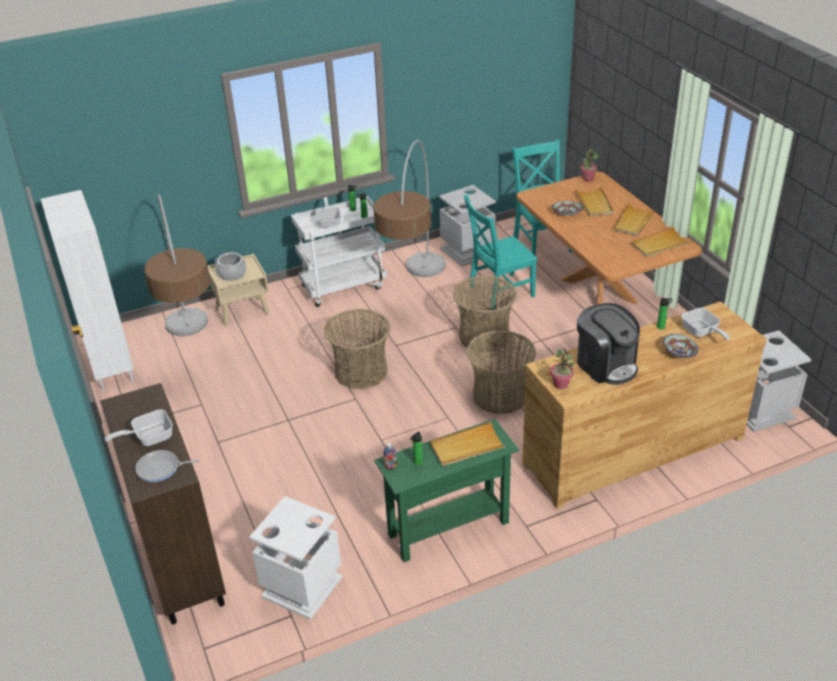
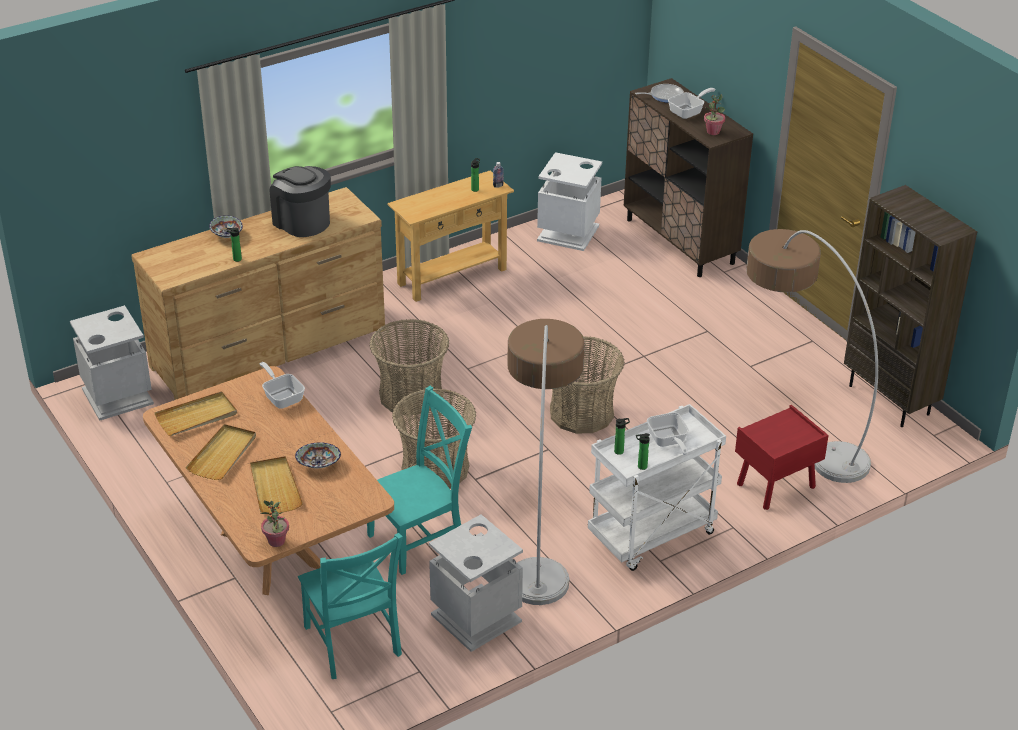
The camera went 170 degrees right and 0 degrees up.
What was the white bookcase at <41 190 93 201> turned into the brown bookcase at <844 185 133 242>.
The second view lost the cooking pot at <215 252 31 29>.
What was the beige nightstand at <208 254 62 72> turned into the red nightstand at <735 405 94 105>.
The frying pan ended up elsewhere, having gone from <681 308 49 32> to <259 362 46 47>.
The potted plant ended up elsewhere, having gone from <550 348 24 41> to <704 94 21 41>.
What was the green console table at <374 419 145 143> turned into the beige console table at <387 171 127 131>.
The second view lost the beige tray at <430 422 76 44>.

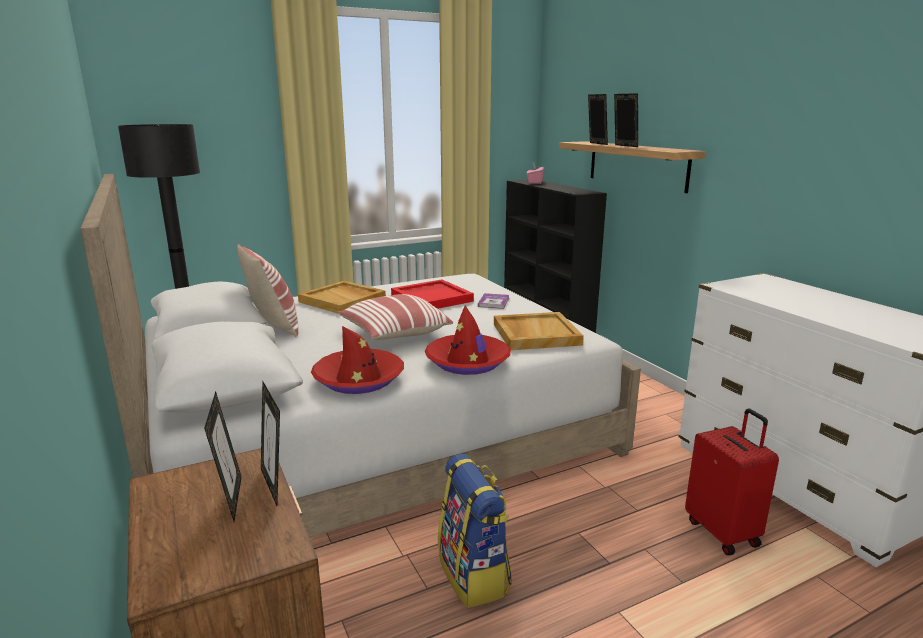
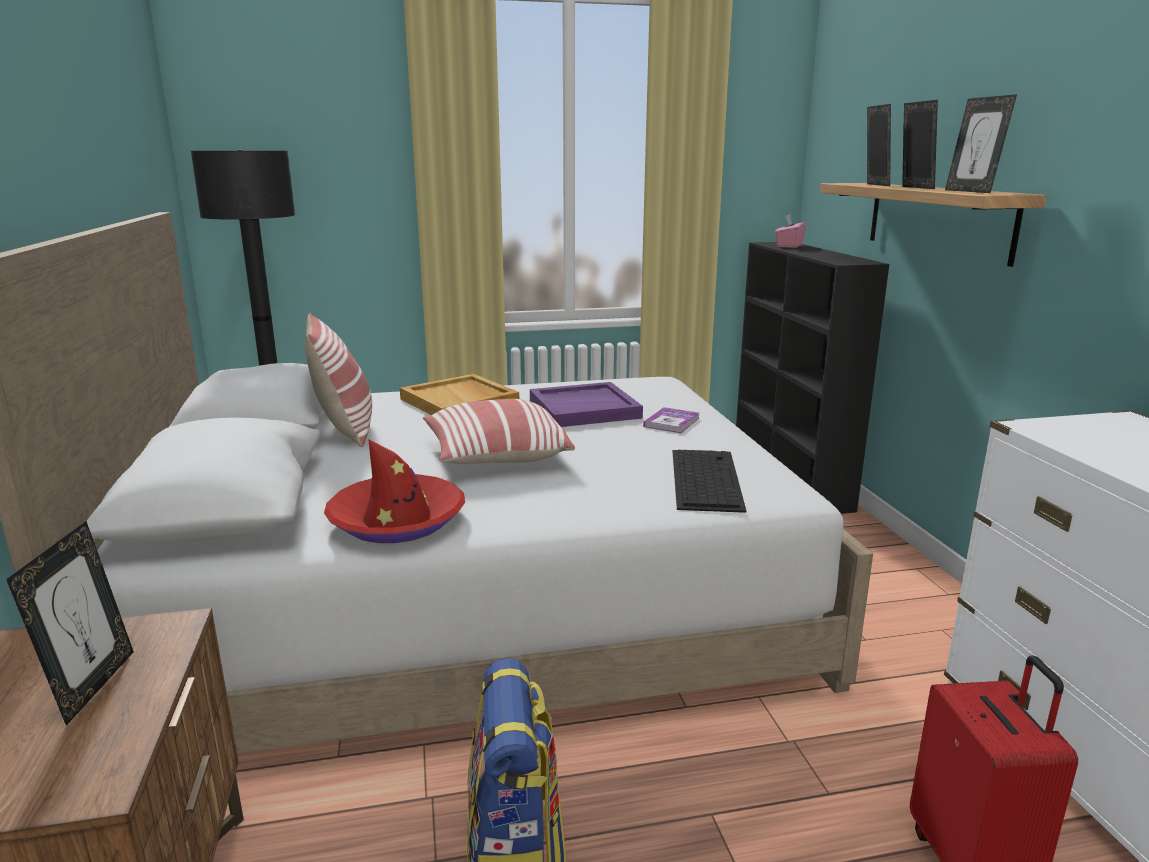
The camera went 15 degrees right and 0 degrees up.
What was the red tray at <391 279 83 30> turned into the purple tray at <530 382 113 45>.
The second view lost the red hat at <425 305 86 70>.
Where the beige tray stood at <494 312 90 38>, the keyboard came to stand at <673 450 73 63>.
The picture frame ended up elsewhere, having gone from <261 380 19 126> to <945 94 72 99>.

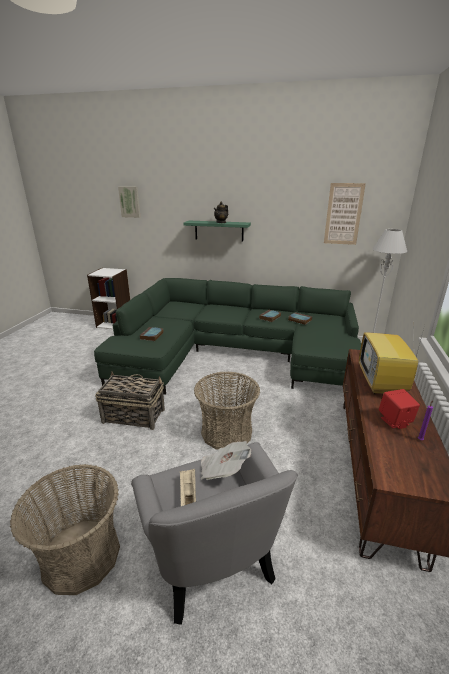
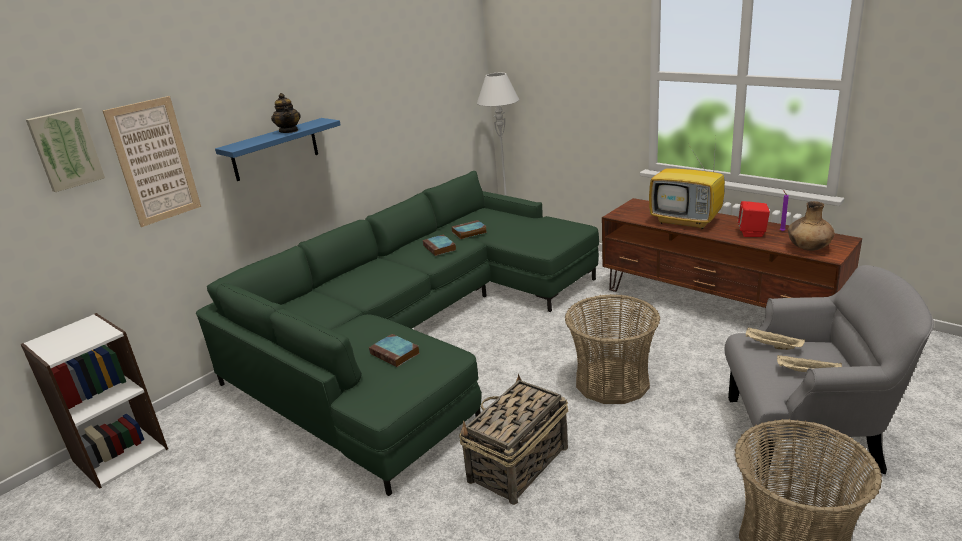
The camera went 60 degrees left and 0 degrees up.
The picture ended up elsewhere, having gone from <324 183 42 62> to <103 96 98 131>.
What was the green shelf at <184 221 67 21> turned into the blue shelf at <215 118 125 63>.
Where the newspaper stood at <201 441 50 39>, the beige tray came to stand at <745 327 60 23>.
The second view gained the brown vase at <788 201 47 50>.

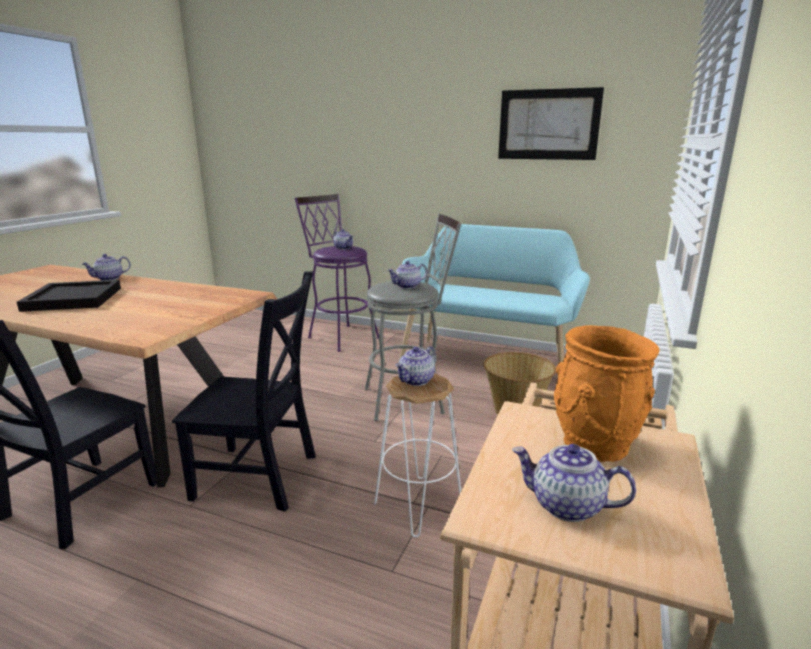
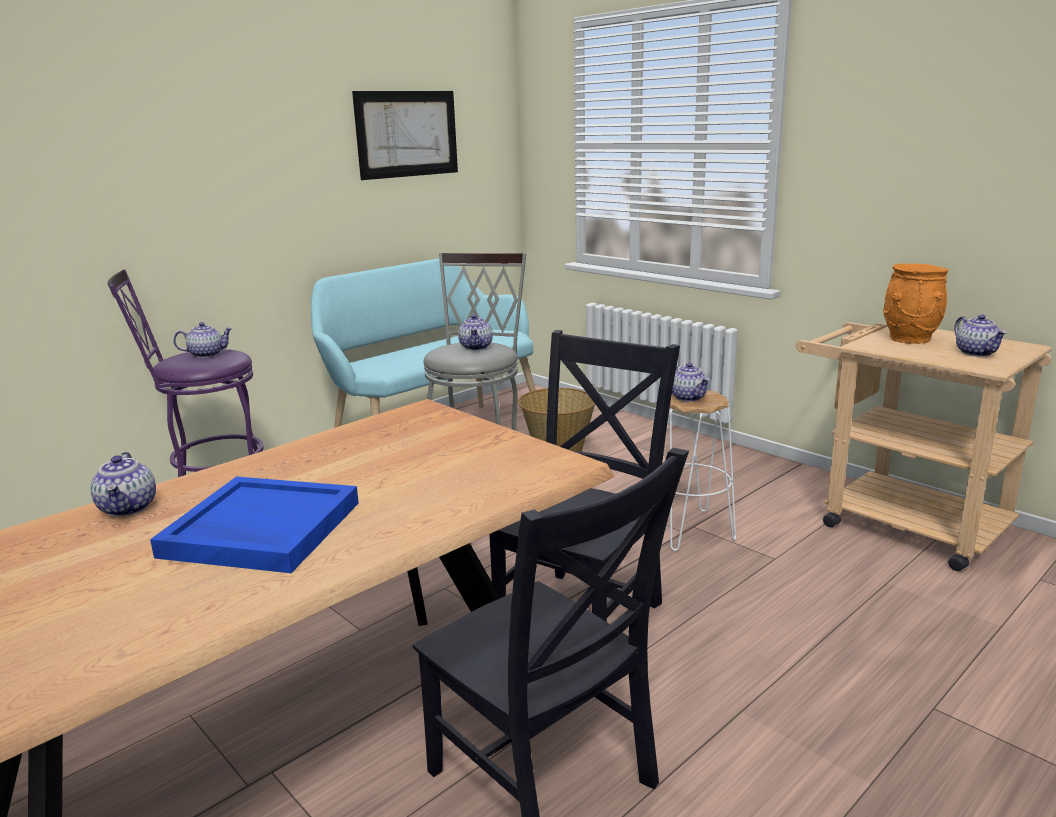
The camera went 65 degrees left and 0 degrees up.
What was the black tray at <17 280 104 32> turned into the blue tray at <150 477 209 96>.
The teapot at <512 444 124 78> ended up facing another way, 60 degrees counterclockwise from before.

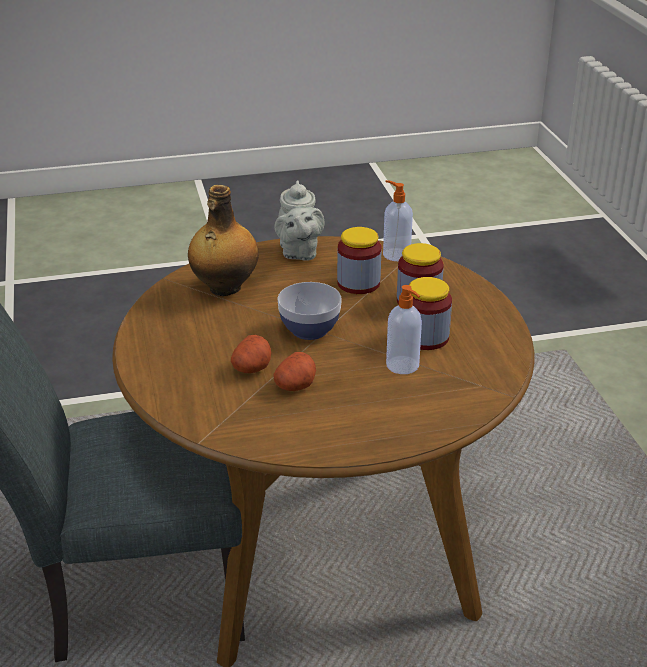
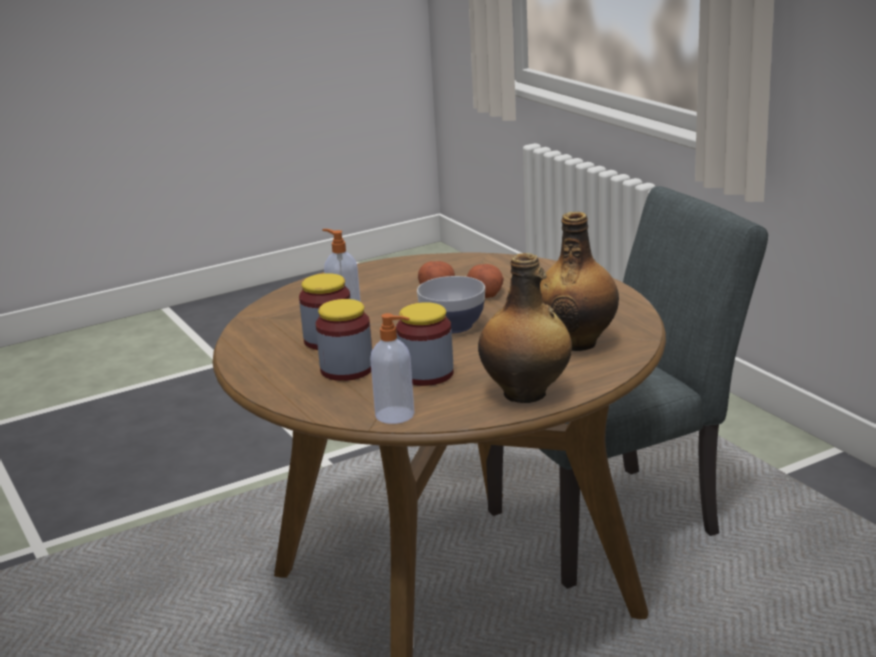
The camera went 165 degrees right and 10 degrees down.
Where the grey teapot stood at <274 181 50 80>, the bottle came to stand at <478 253 94 150>.

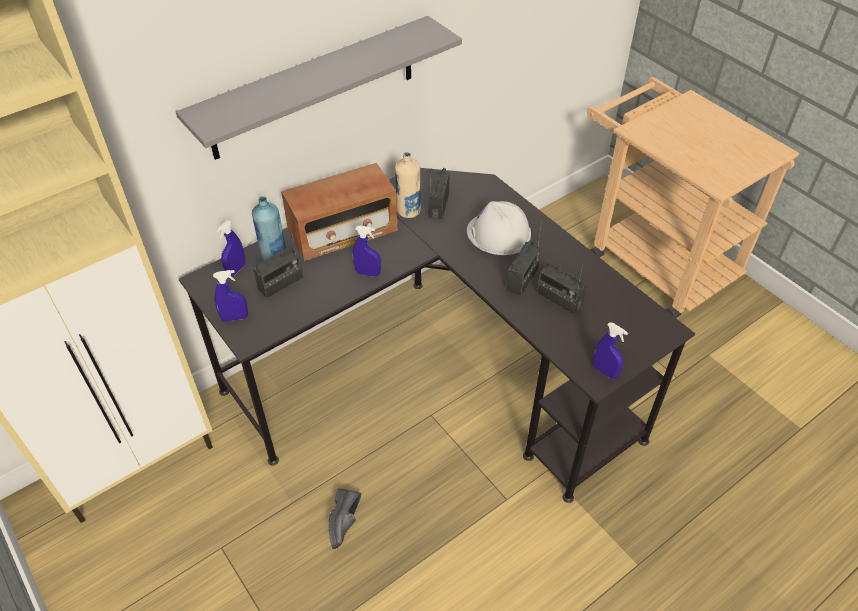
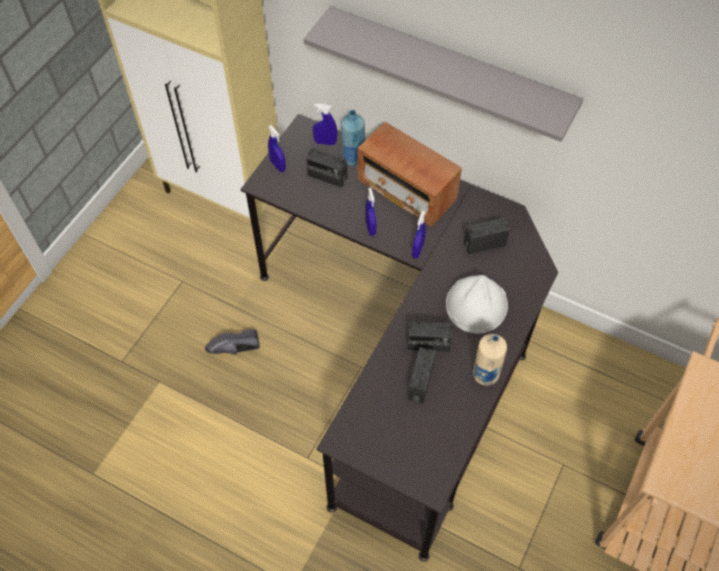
The camera went 65 degrees right and 10 degrees up.
The beige bottle ended up elsewhere, having gone from <395 152 26 66> to <473 334 34 52>.
The blue spray bottle ended up elsewhere, having gone from <593 322 35 57> to <412 211 14 48>.

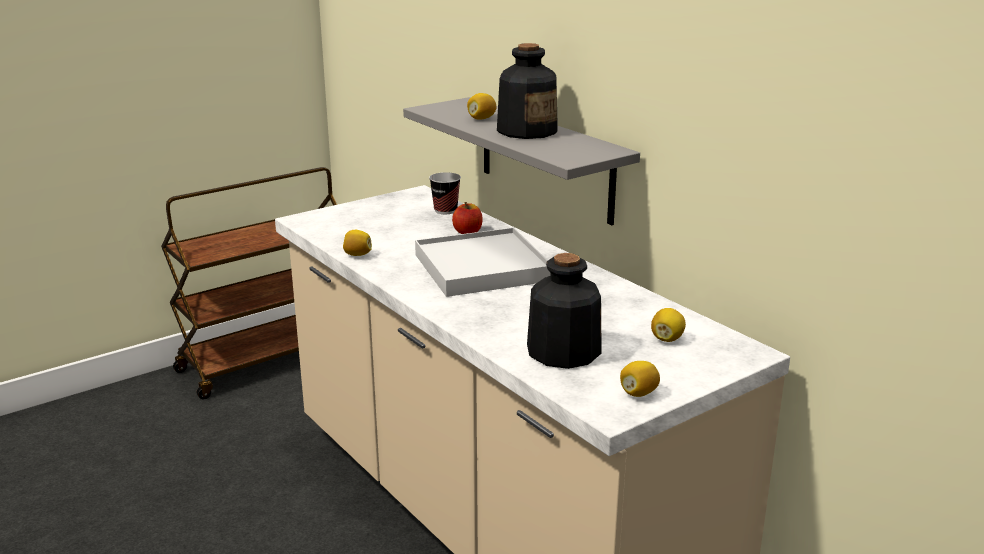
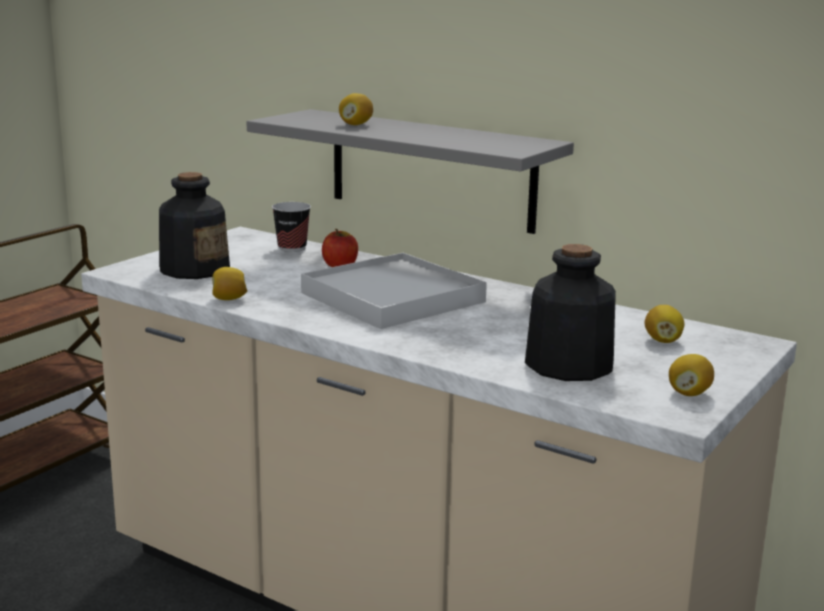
The camera went 20 degrees left and 5 degrees down.
The bottle ended up elsewhere, having gone from <497 43 61 96> to <159 172 71 107>.

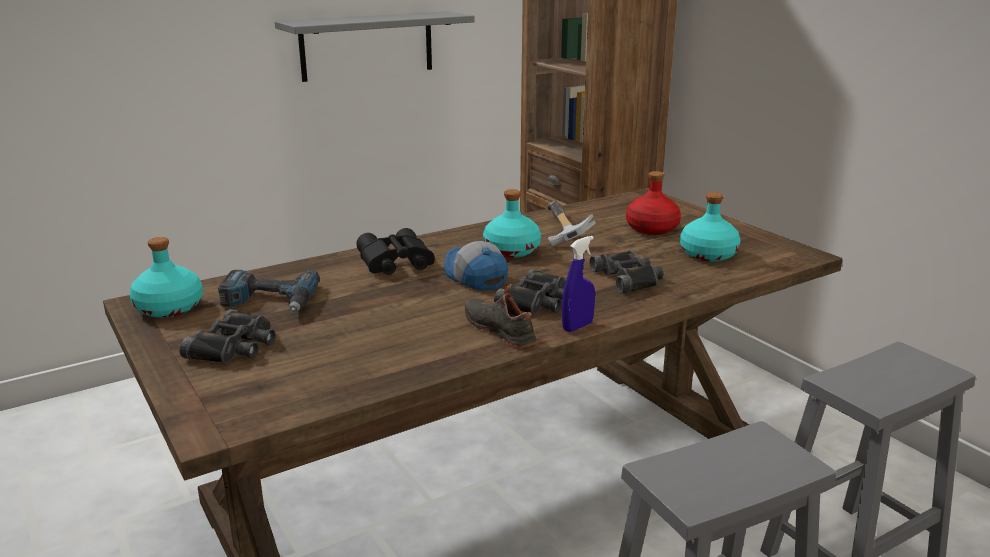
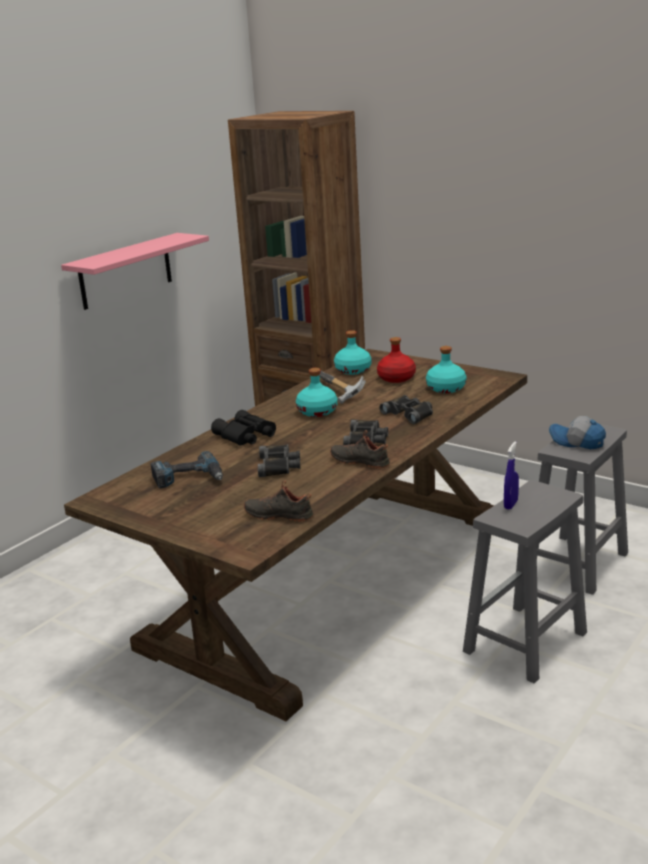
The camera went 20 degrees left and 0 degrees up.
What was the grey shelf at <275 11 200 71> turned into the pink shelf at <61 233 148 77>.
The blue spray bottle ended up elsewhere, having gone from <562 236 33 96> to <504 441 15 68>.
The turquoise bottle ended up elsewhere, having gone from <129 237 74 81> to <334 330 37 45>.
The cap ended up elsewhere, having gone from <443 241 65 49> to <549 416 57 33>.
The black binoculars ended up elsewhere, having gone from <179 309 97 54> to <258 444 42 33>.
The second view gained the black shoe at <244 481 69 41>.

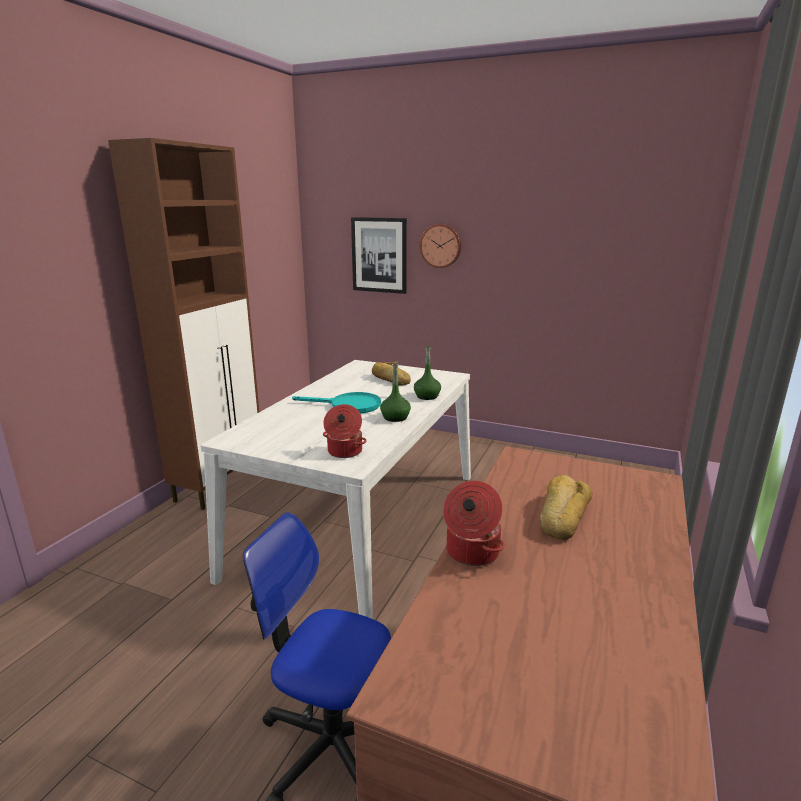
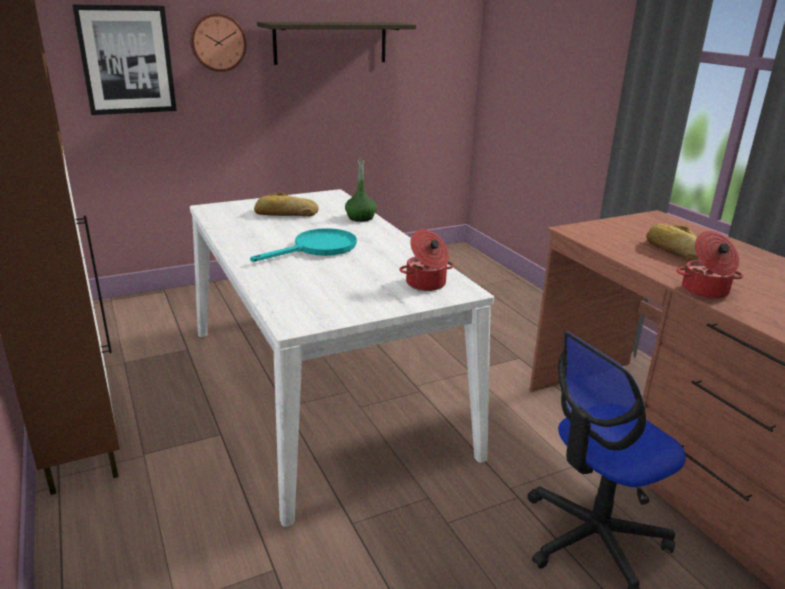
The camera went 50 degrees left and 5 degrees up.
The second view lost the green bottle at <380 361 31 61>.
The second view gained the shelf at <257 22 159 43>.

